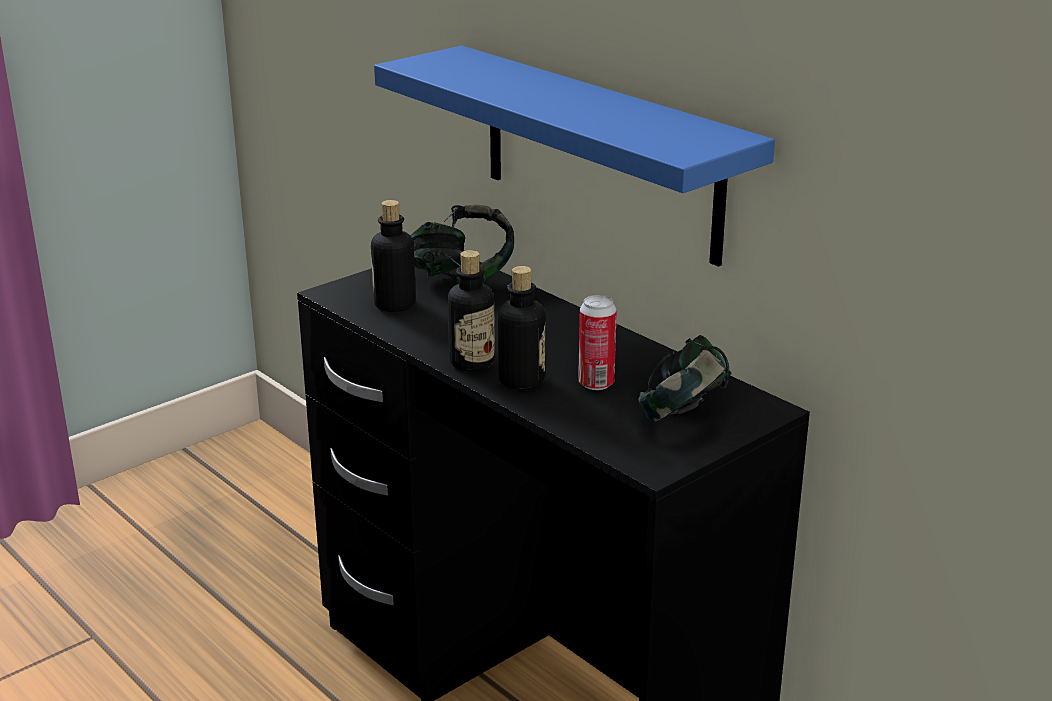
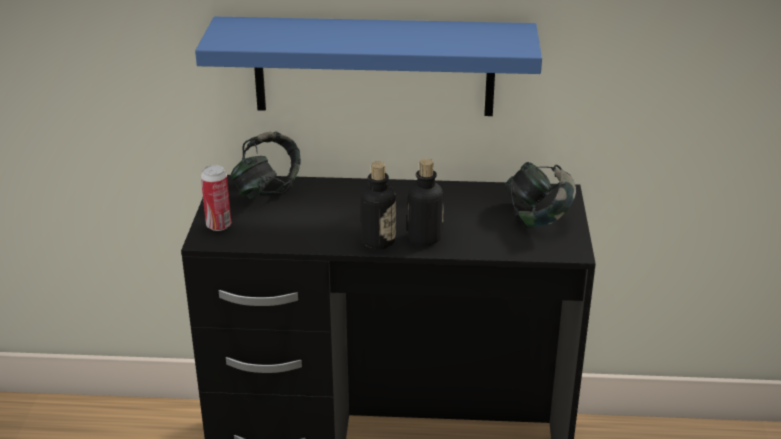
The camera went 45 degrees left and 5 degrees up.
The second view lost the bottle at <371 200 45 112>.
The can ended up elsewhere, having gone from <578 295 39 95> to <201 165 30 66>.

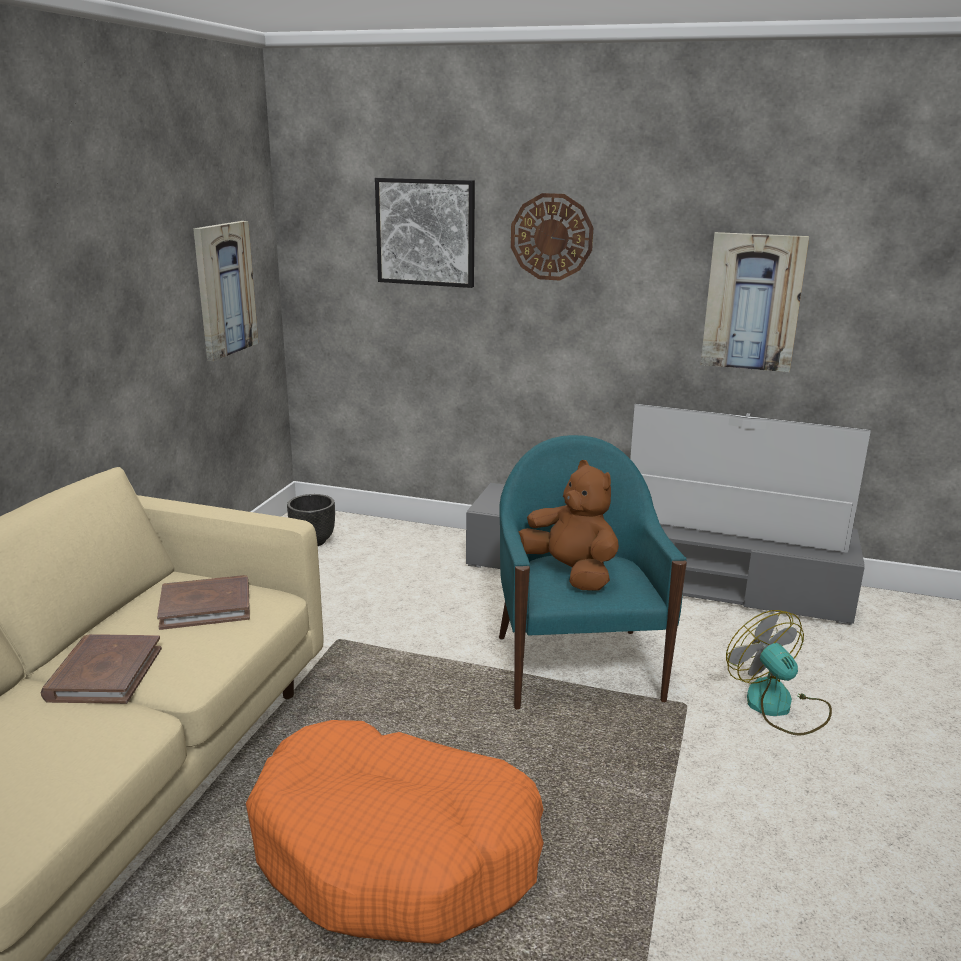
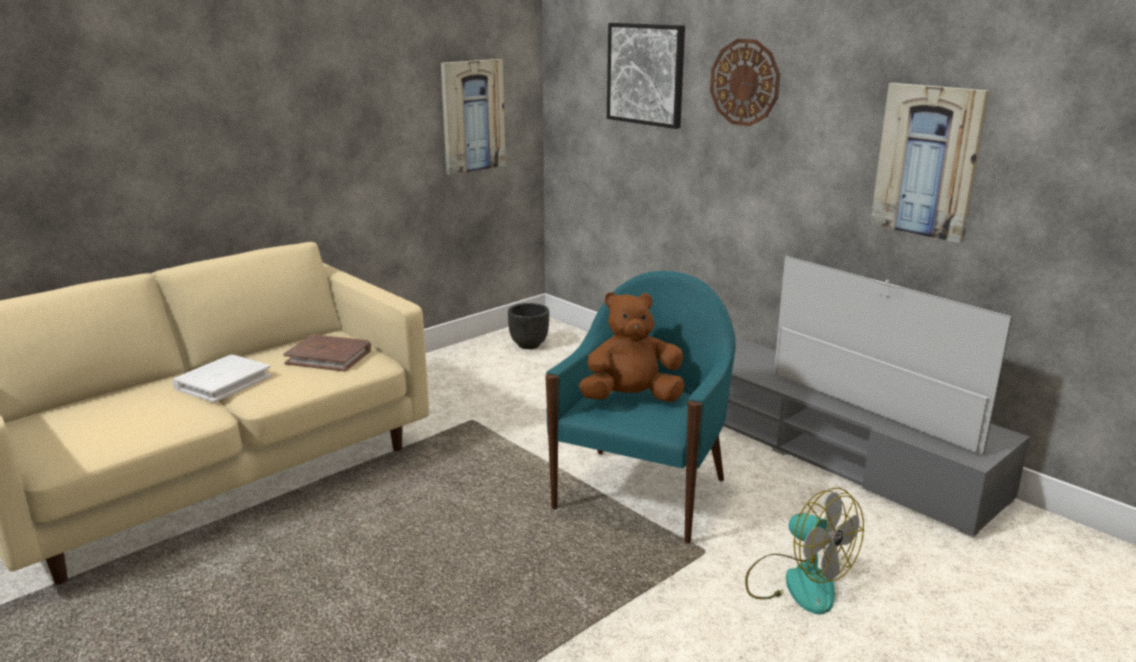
The camera went 30 degrees right and 0 degrees up.
The brown plush toy at <519 460 100 131> ended up facing another way, 90 degrees counterclockwise from before.
The fan at <726 610 106 126> ended up facing another way, 135 degrees clockwise from before.
What was the brown book at <41 634 121 70> turned into the white book at <172 355 100 48>.
The second view lost the orange dog bed at <246 720 298 224>.

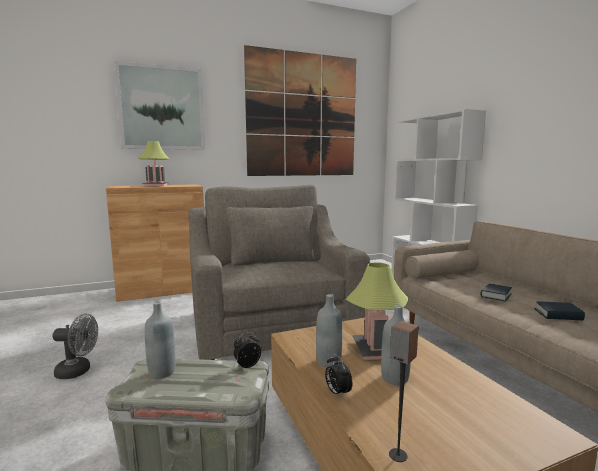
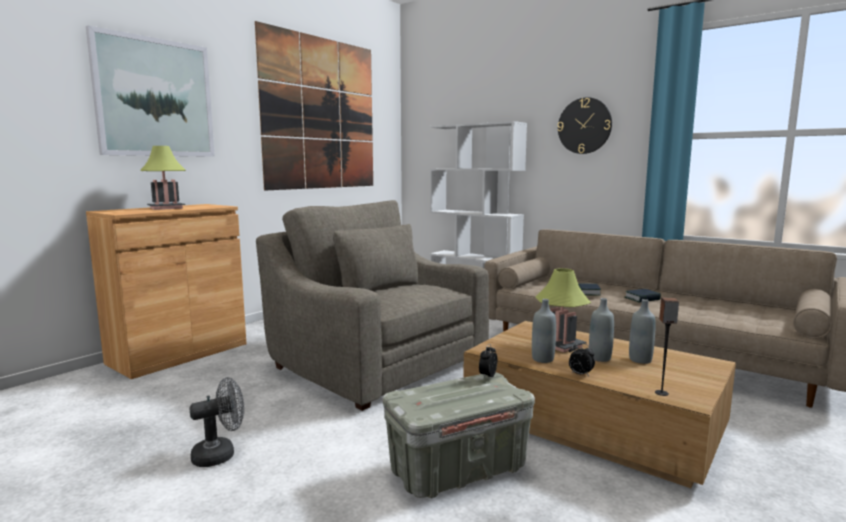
The camera went 30 degrees left and 0 degrees up.
The grey bottle ended up elsewhere, having gone from <145 302 30 77> to <629 299 27 65>.
The second view gained the wall clock at <557 97 55 57>.

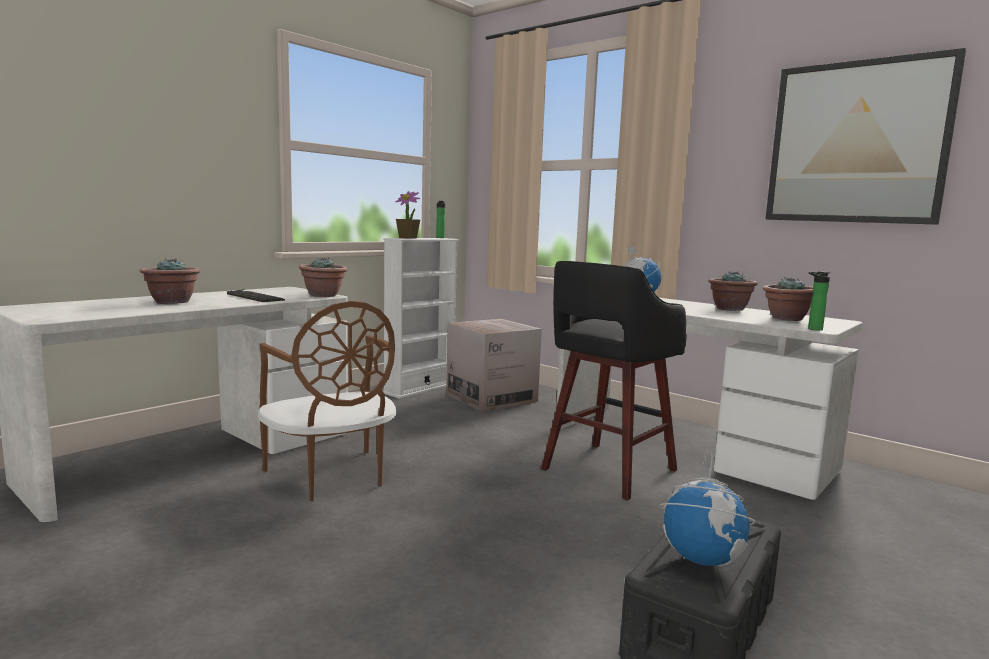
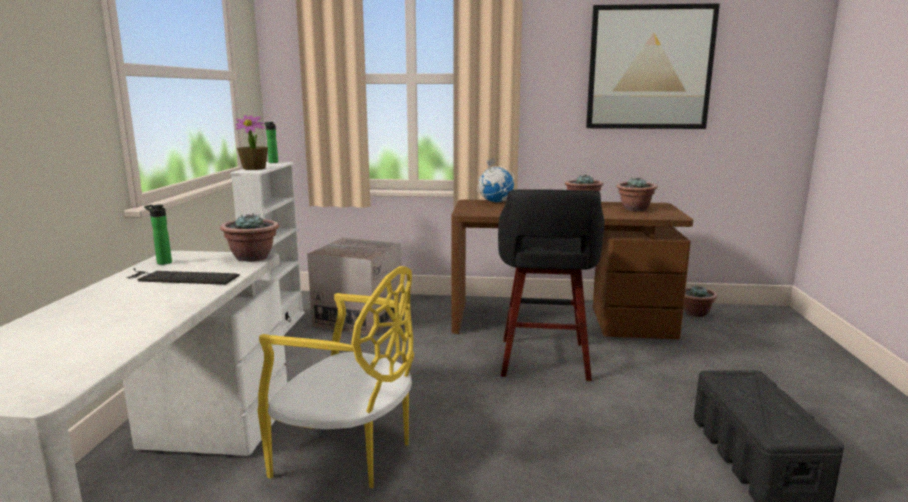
The camera went 35 degrees left and 5 degrees up.
The potted plant ended up elsewhere, having gone from <140 258 60 46> to <684 285 34 32>.
The bottle ended up elsewhere, having gone from <808 272 22 59> to <144 205 28 60>.
What was the white desk at <557 298 306 202> turned into the brown desk at <451 200 242 139>.
What was the brown chair at <258 301 138 200> turned into the yellow chair at <258 266 156 222>.
The second view lost the globe at <659 452 96 114>.

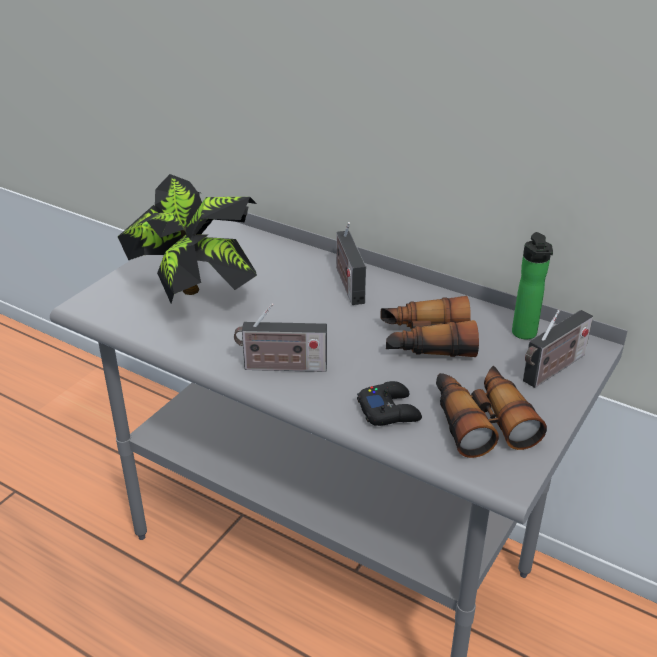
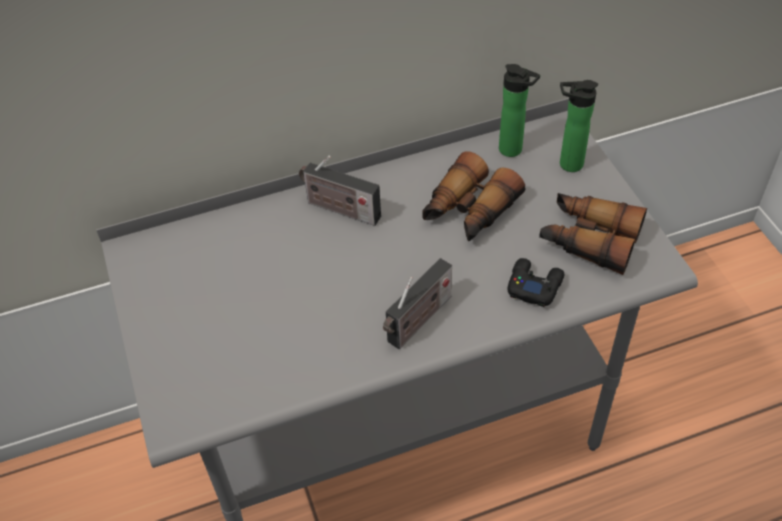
The camera went 50 degrees left and 15 degrees up.
The second view lost the potted plant at <118 174 139 129>.
Where the radio stood at <523 310 70 78>, the bottle came to stand at <560 80 38 92>.

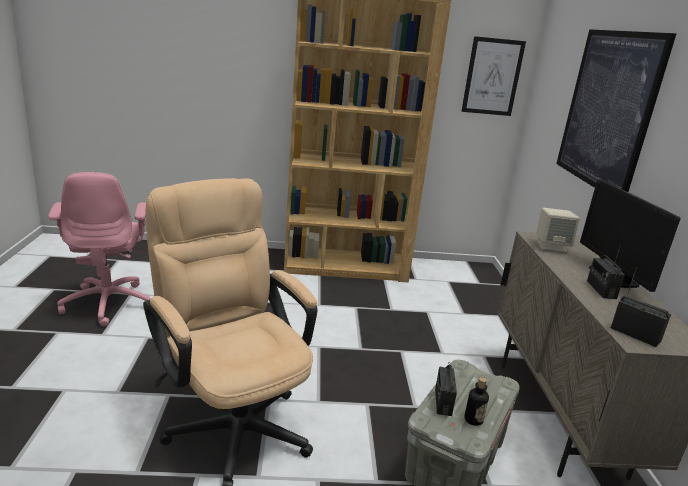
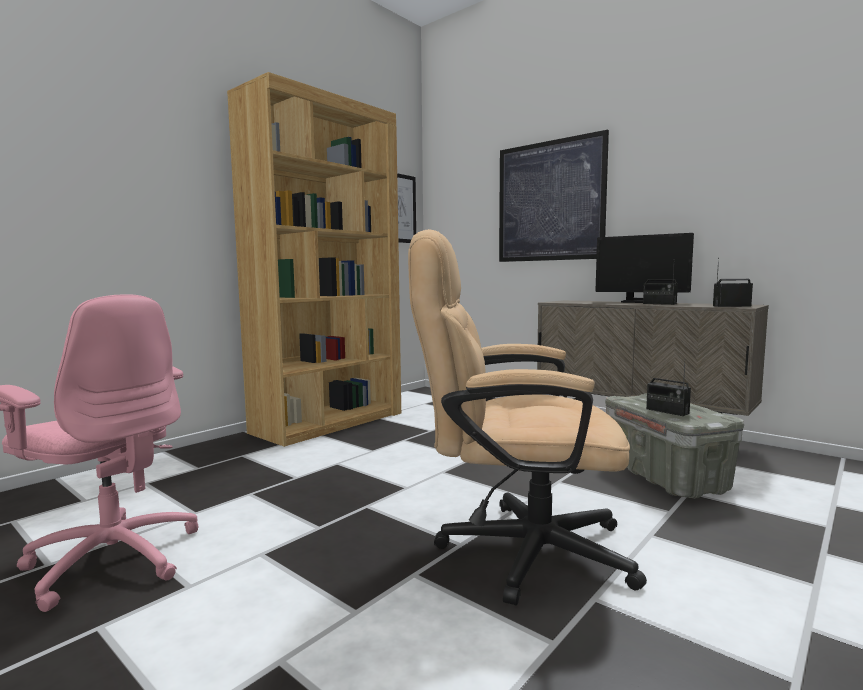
The camera went 45 degrees left and 15 degrees down.
The second view lost the beige speaker at <536 208 44 45>.
The second view lost the bottle at <464 377 25 49>.

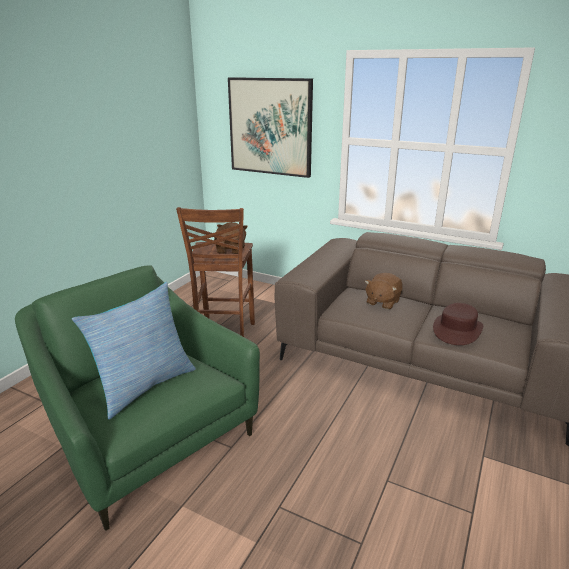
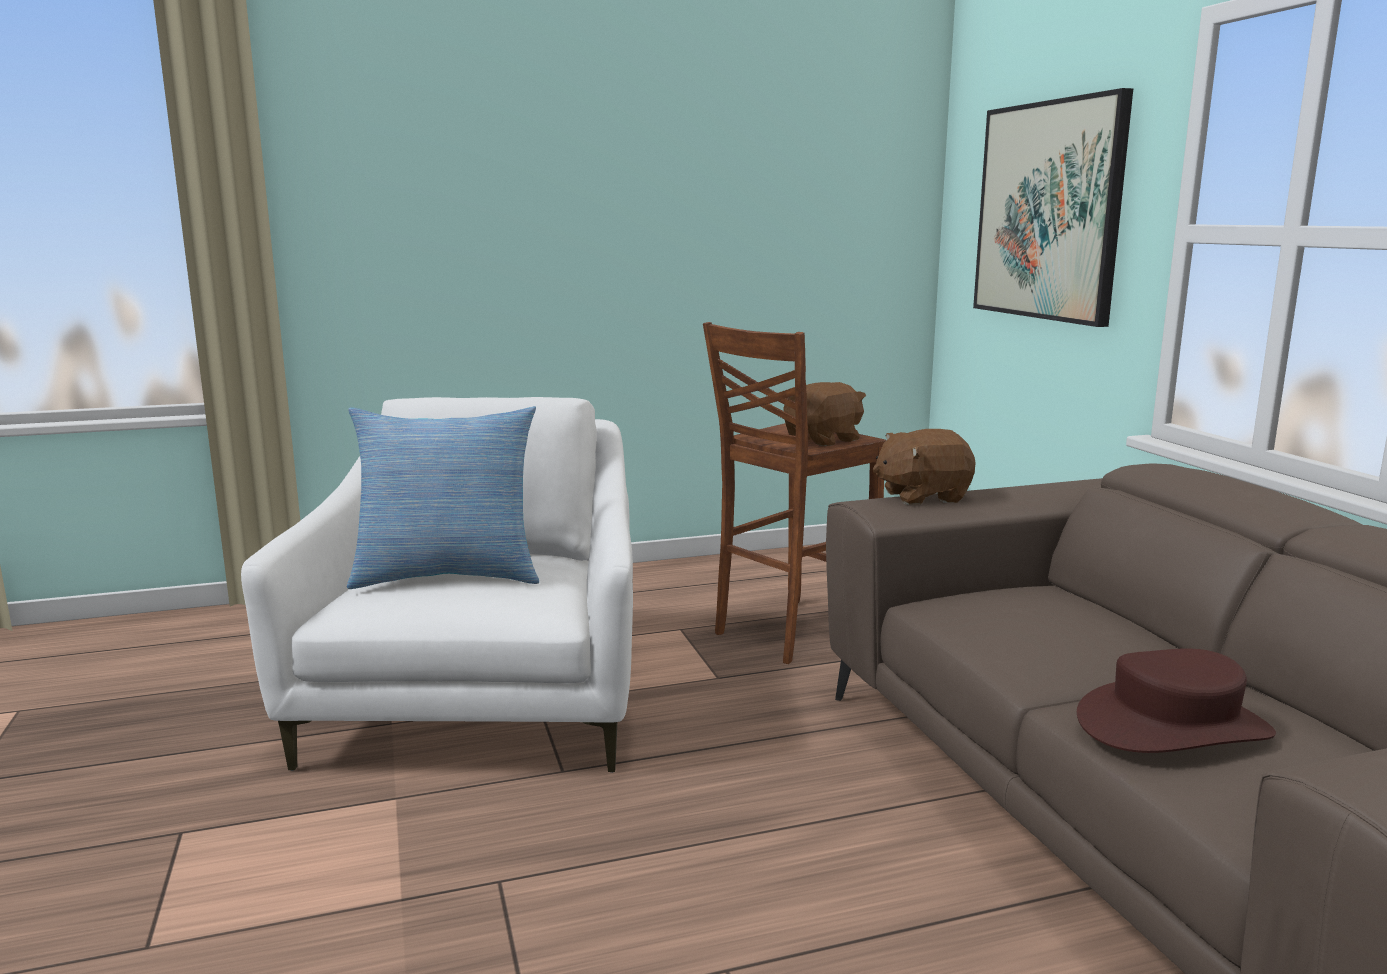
The camera went 45 degrees right and 10 degrees down.
What was the green armchair at <15 265 245 266> turned into the white armchair at <241 397 392 376>.
The brown plush toy ended up elsewhere, having gone from <365 273 37 37> to <873 429 102 76>.

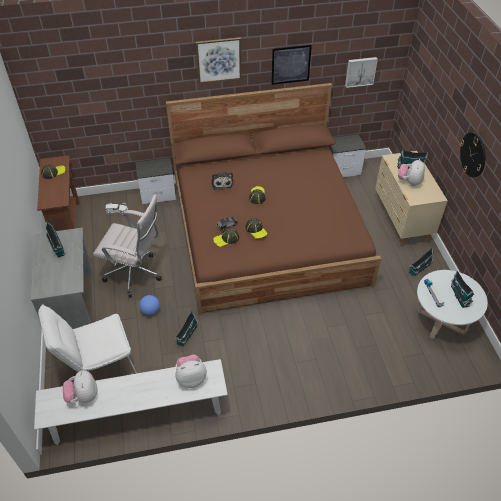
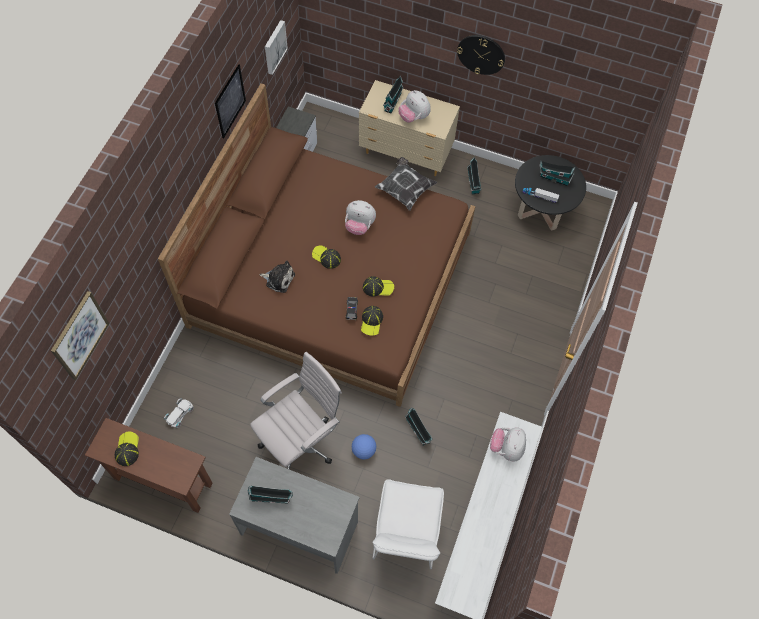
The camera went 60 degrees left and 15 degrees up.
The picture ended up elsewhere, having gone from <195 37 47 47> to <51 291 58 89>.
The second view lost the nightstand at <136 158 40 46>.
What was the white coffee table at <417 270 71 70> turned into the black coffee table at <515 155 71 75>.
The plush toy ended up elsewhere, having gone from <63 370 35 33> to <345 200 31 35>.
The second view gained the pillow at <375 157 62 54>.

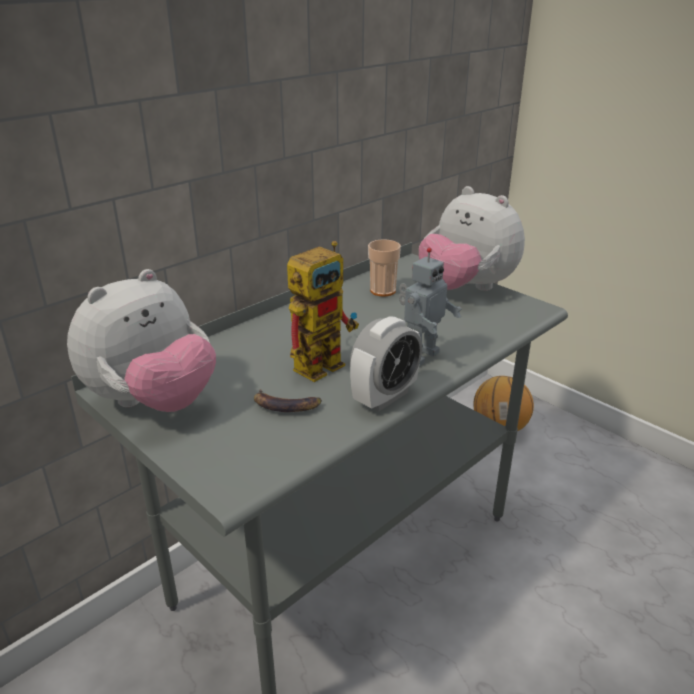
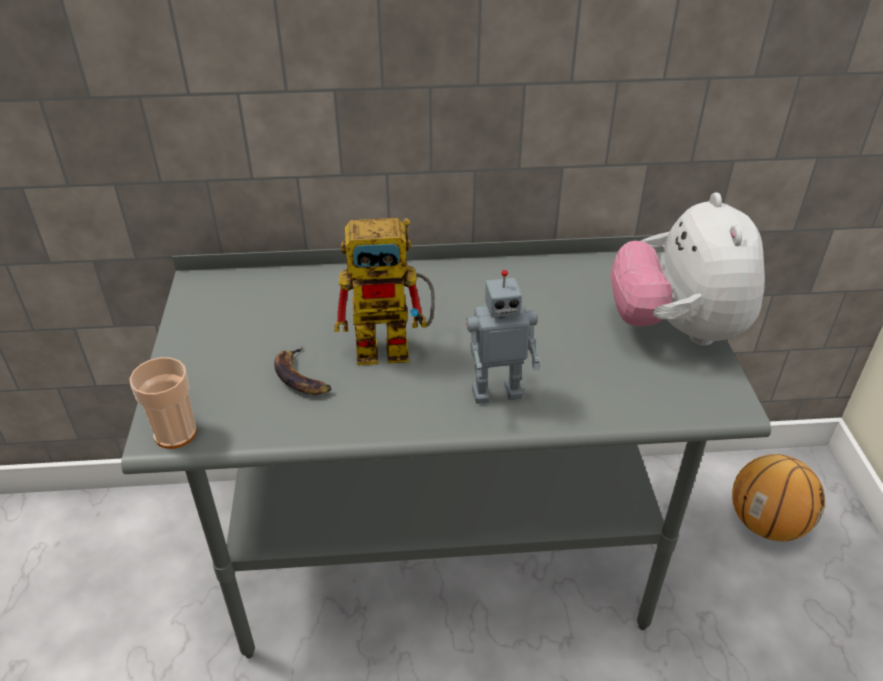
The camera went 40 degrees right and 10 degrees up.
The cup ended up elsewhere, having gone from <368 239 33 58> to <129 357 68 92>.
The second view lost the plush toy at <67 269 149 143>.
The second view lost the alarm clock at <350 317 72 94>.

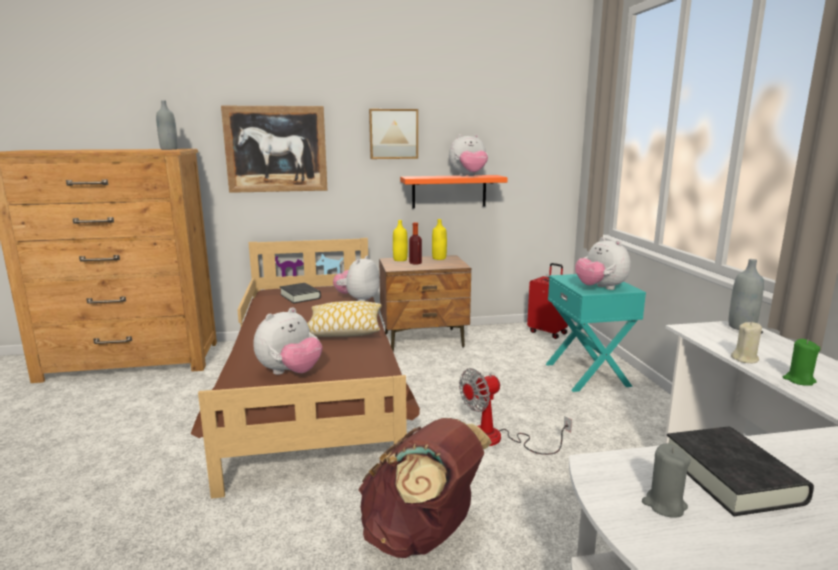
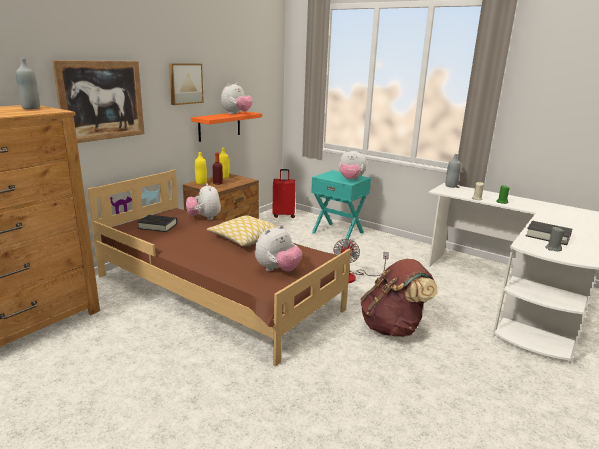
The camera went 45 degrees left and 5 degrees up.
The plush toy at <253 307 69 68> ended up facing another way, 45 degrees clockwise from before.

